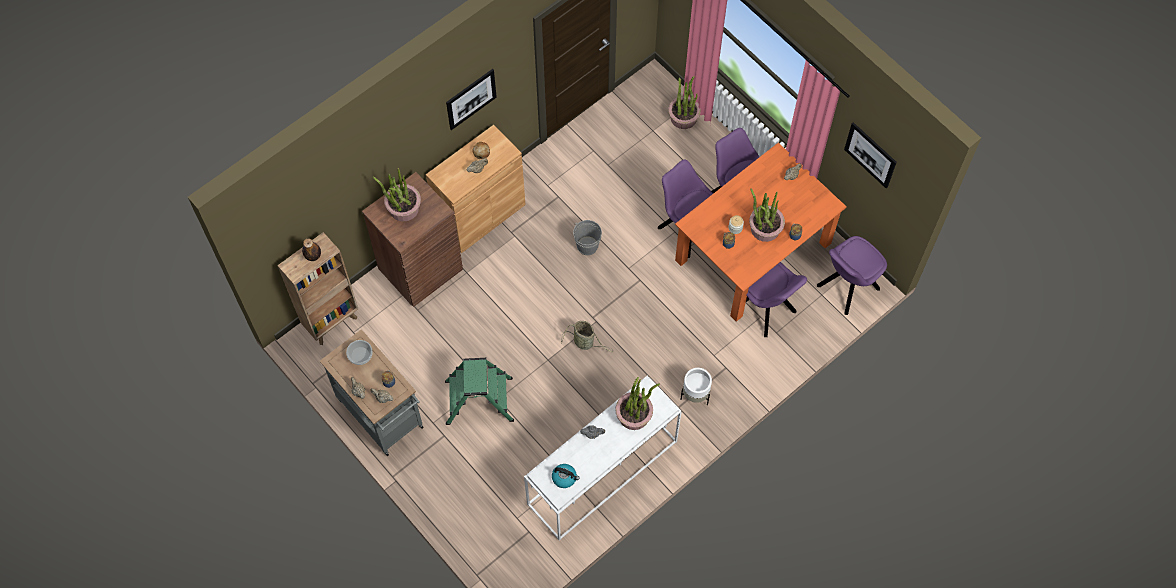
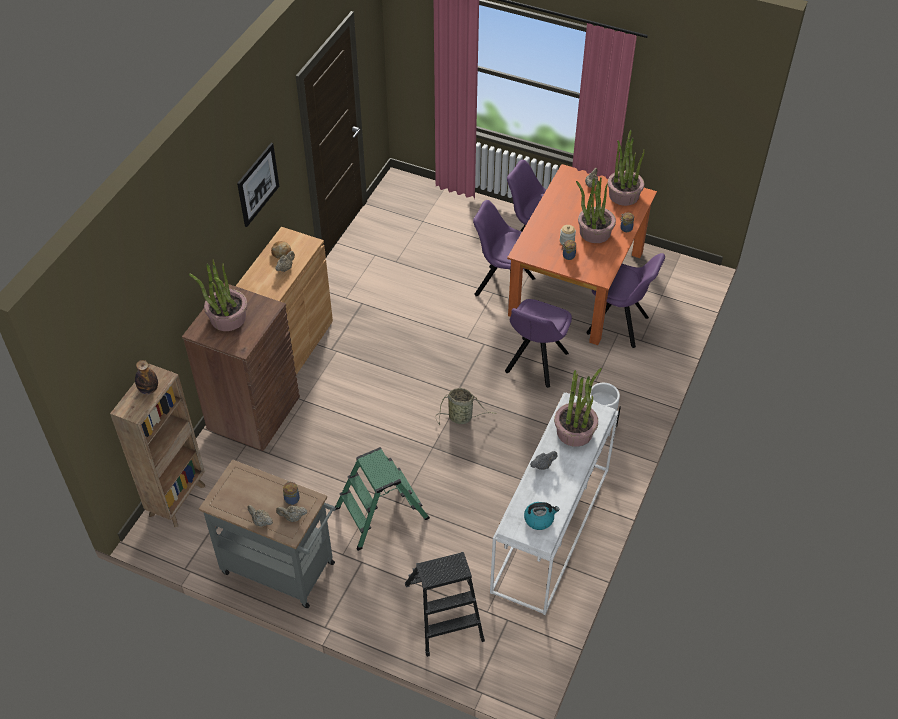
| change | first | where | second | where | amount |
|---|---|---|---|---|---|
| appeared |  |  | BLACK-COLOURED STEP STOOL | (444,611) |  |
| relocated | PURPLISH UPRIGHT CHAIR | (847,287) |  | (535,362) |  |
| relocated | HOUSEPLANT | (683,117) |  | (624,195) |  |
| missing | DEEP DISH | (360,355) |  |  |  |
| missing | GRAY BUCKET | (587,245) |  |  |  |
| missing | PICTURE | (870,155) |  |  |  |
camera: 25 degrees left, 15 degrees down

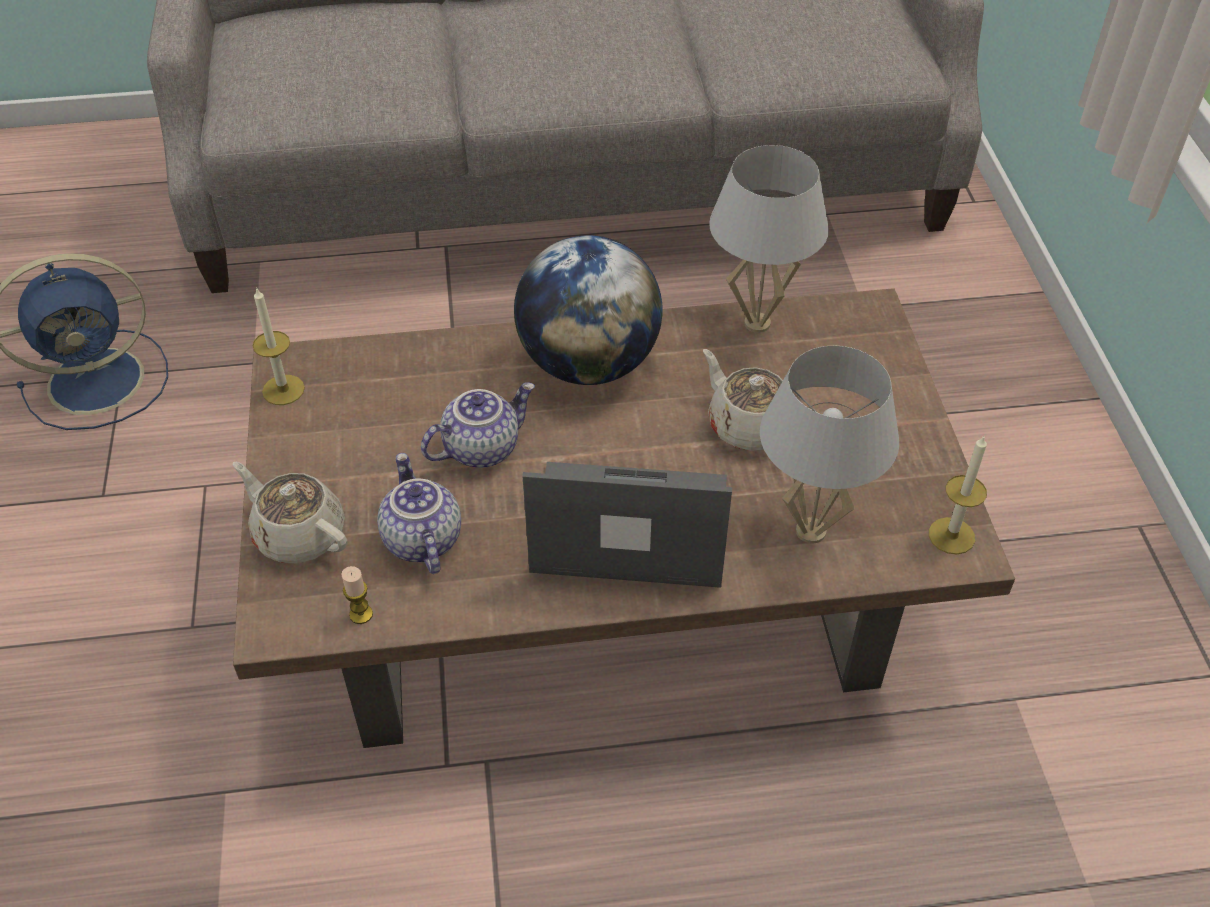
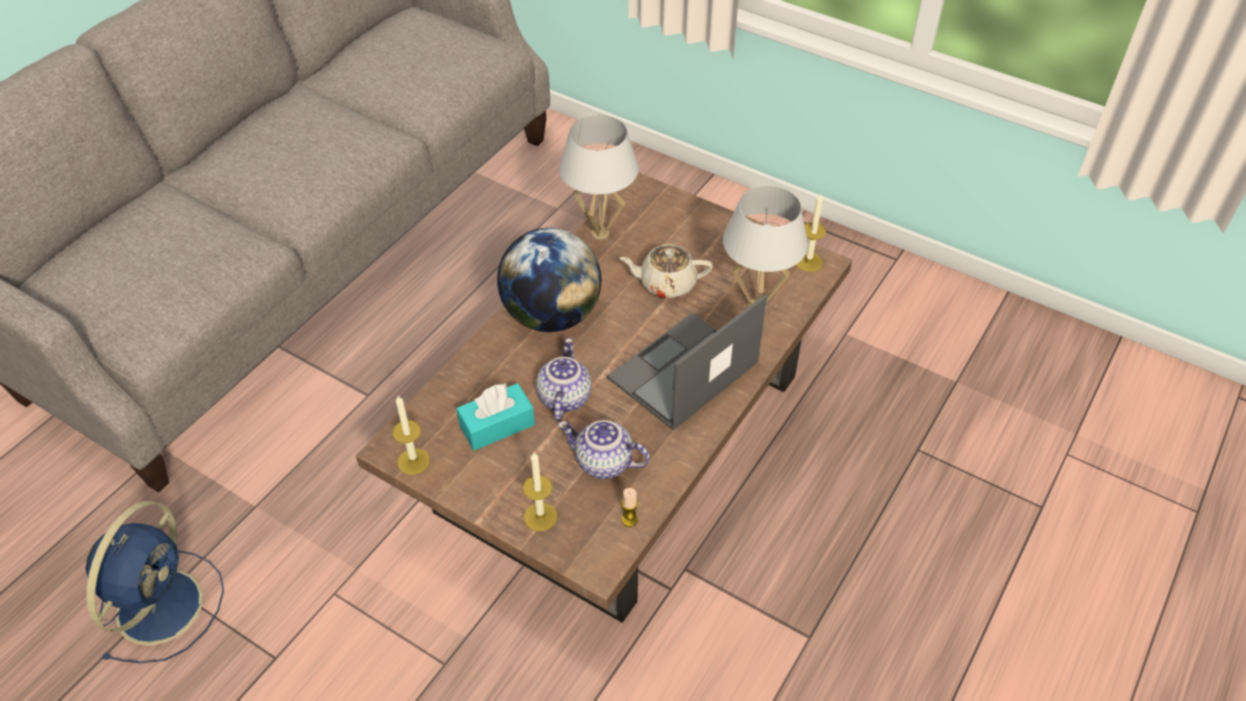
| change | first | where | second | where | amount |
|---|---|---|---|---|---|
| appeared |  |  | TURQUOISE BOX OF TISSUES | (497,425) |  |
| exchanged | SAND-COLOURED POT FOR TEA | (298,534) | WAX LIGHT | (540,516) |  |
camera: 50 degrees left, 0 degrees up

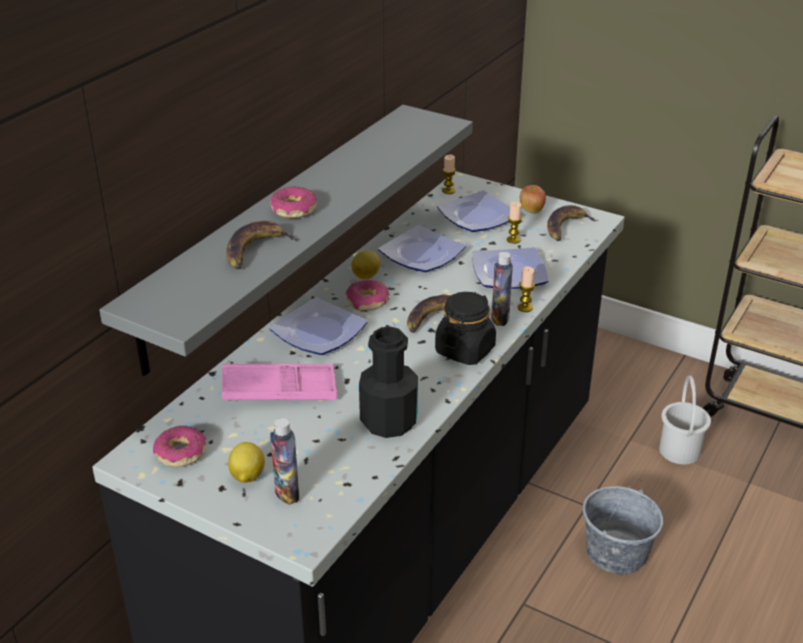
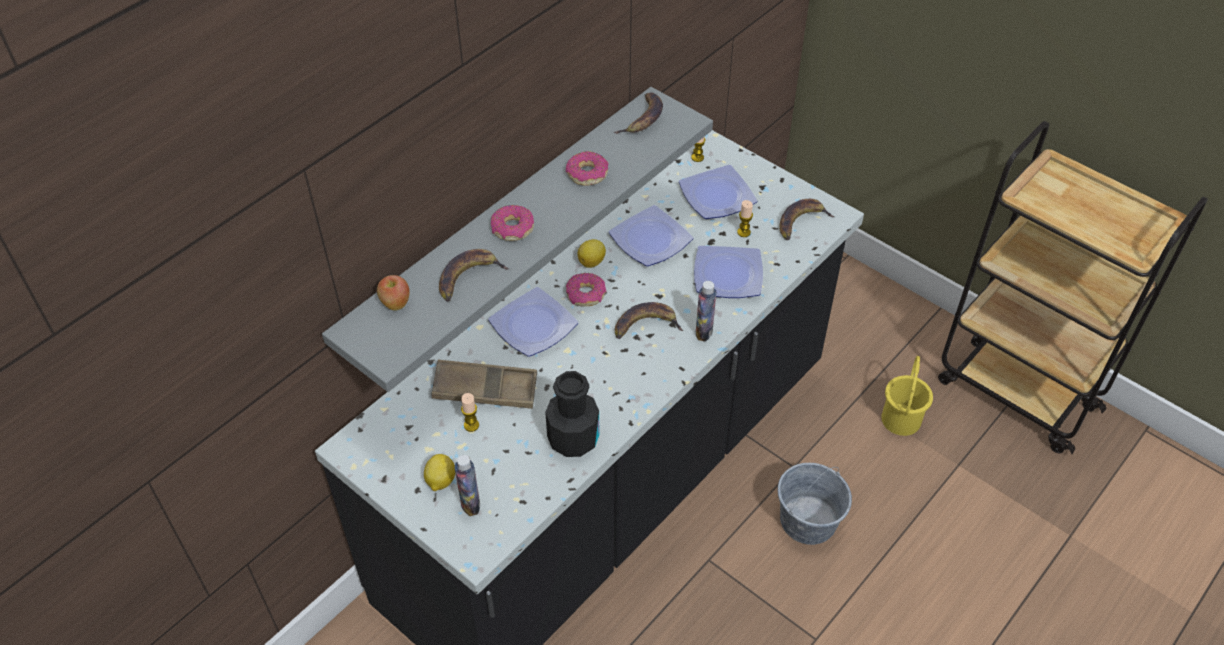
| change | first | where | second | where | amount |
|---|---|---|---|---|---|
| relocated | APPLE FRUIT | (531,211) |  | (395,304) |  |
| colour | PINKISH SERVING TRAY | (279,390) | BROWNISH SERVING TRAY | (485,389) |  |
| relocated | WAX LIGHT | (525,308) |  | (471,425) |  |
| relocated | DONUT | (181,453) |  | (587,174) |  |
| appeared |  |  | BANANA | (643,119) |  |
| colour | WHITE-COLOURED BUCKET | (680,450) | YELLOW-COLOURED BUCKET | (902,419) |  |
| missing | BLACK-COLOURED JAR | (465,350) |  |  |  |
camera: 10 degrees right, 15 degrees up

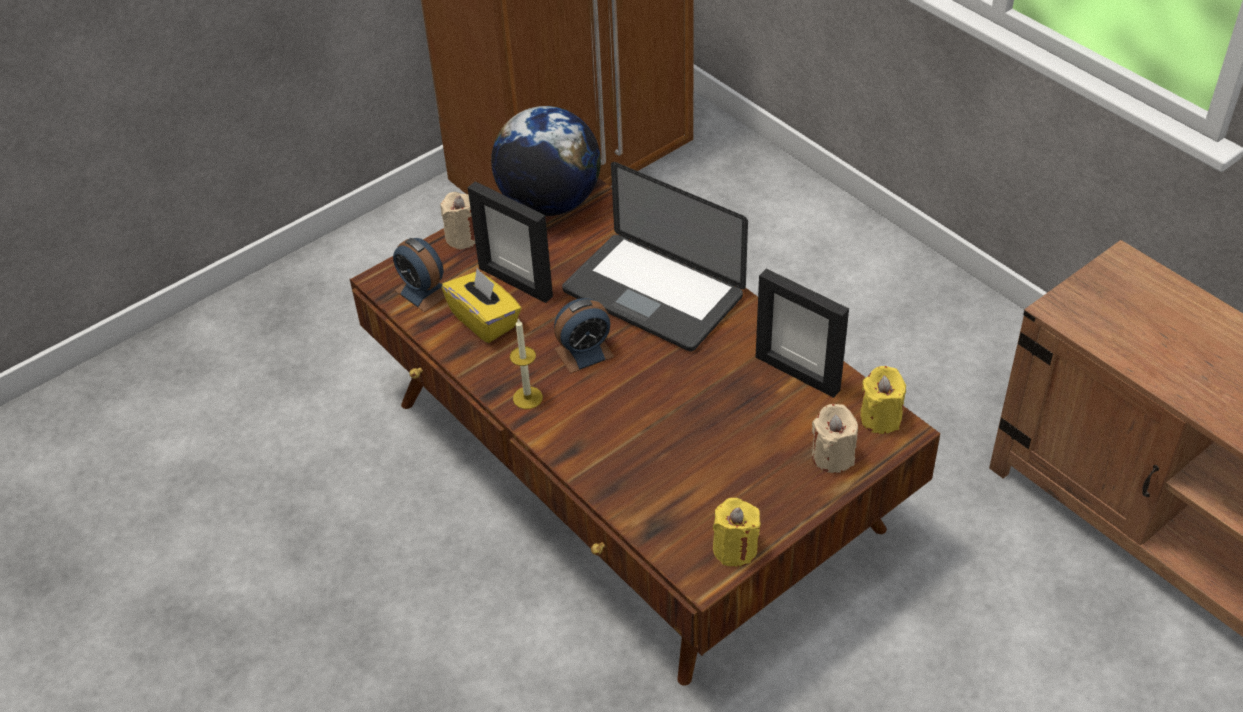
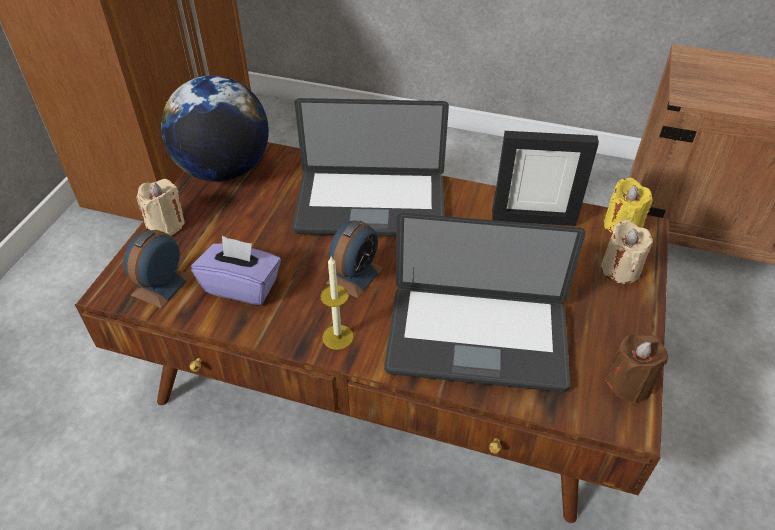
| change | first | where | second | where | amount |
|---|---|---|---|---|---|
| spun | BEDSIDE CLOCK | (423,291) |  | (161,285) | 105 degrees clockwise |
| colour | YELLOW-COLOURED BOX OF TISSUES | (485,320) | PURPLISH BOX OF TISSUES | (242,286) |  |
| appeared |  |  | PORTABLE COMPUTER | (477,339) |  |
| colour | YELLOW-COLOURED WAX LIGHT | (735,549) | BROWNISH WAX LIGHT | (629,383) |  |
| missing | PHOTO FRAME | (516,281) |  |  |  |
camera: 35 degrees left, 0 degrees up

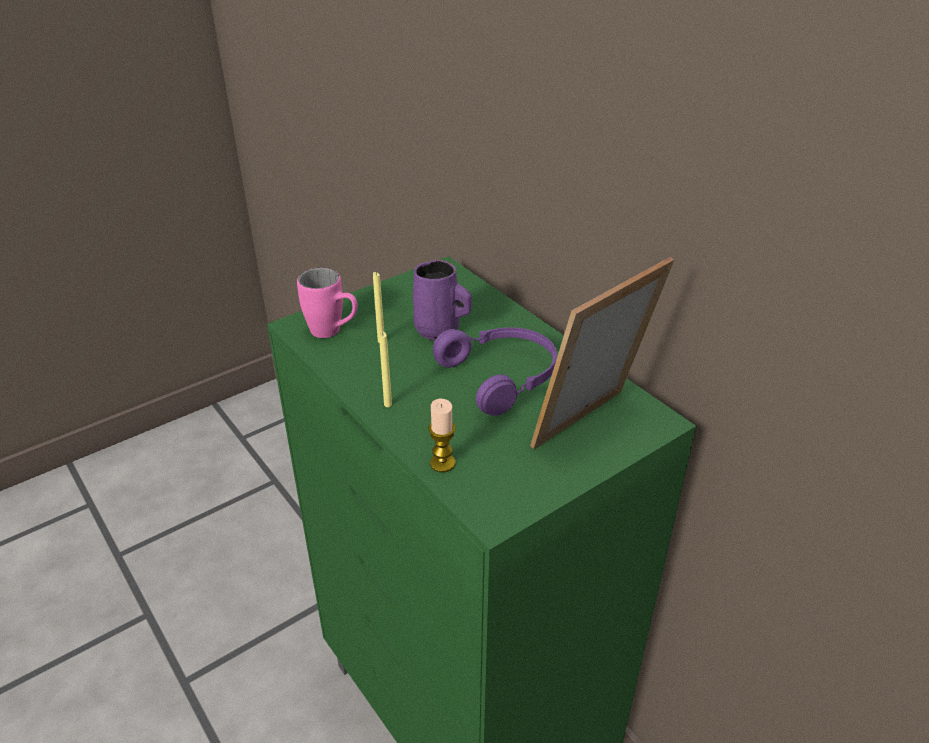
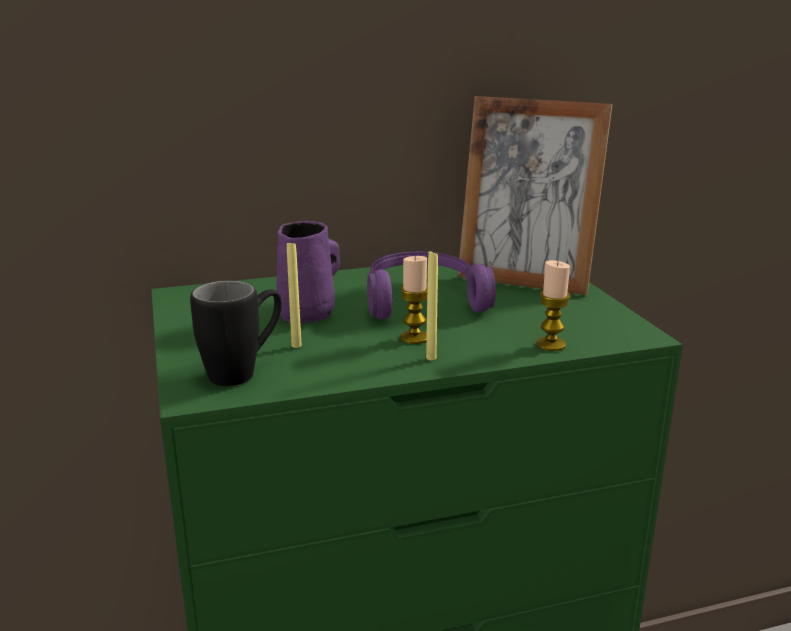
| change | first | where | second | where | amount |
|---|---|---|---|---|---|
| colour | PINKISH TEA MUG | (333,332) | BLACK-COLOURED TEA MUG | (244,371) |  |
| appeared |  |  | WAX LIGHT | (414,338) |  |
| spun | PHOTO FRAME | (590,427) |  | (525,280) | 45 degrees counterclockwise |
camera: 70 degrees left, 15 degrees down

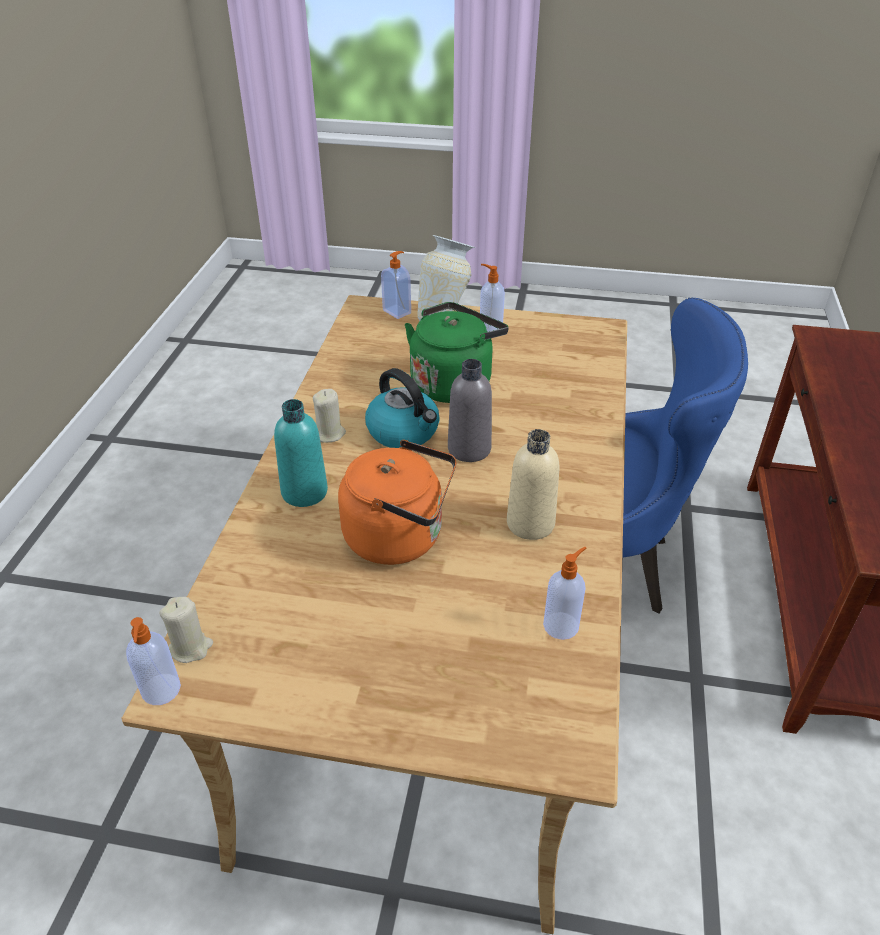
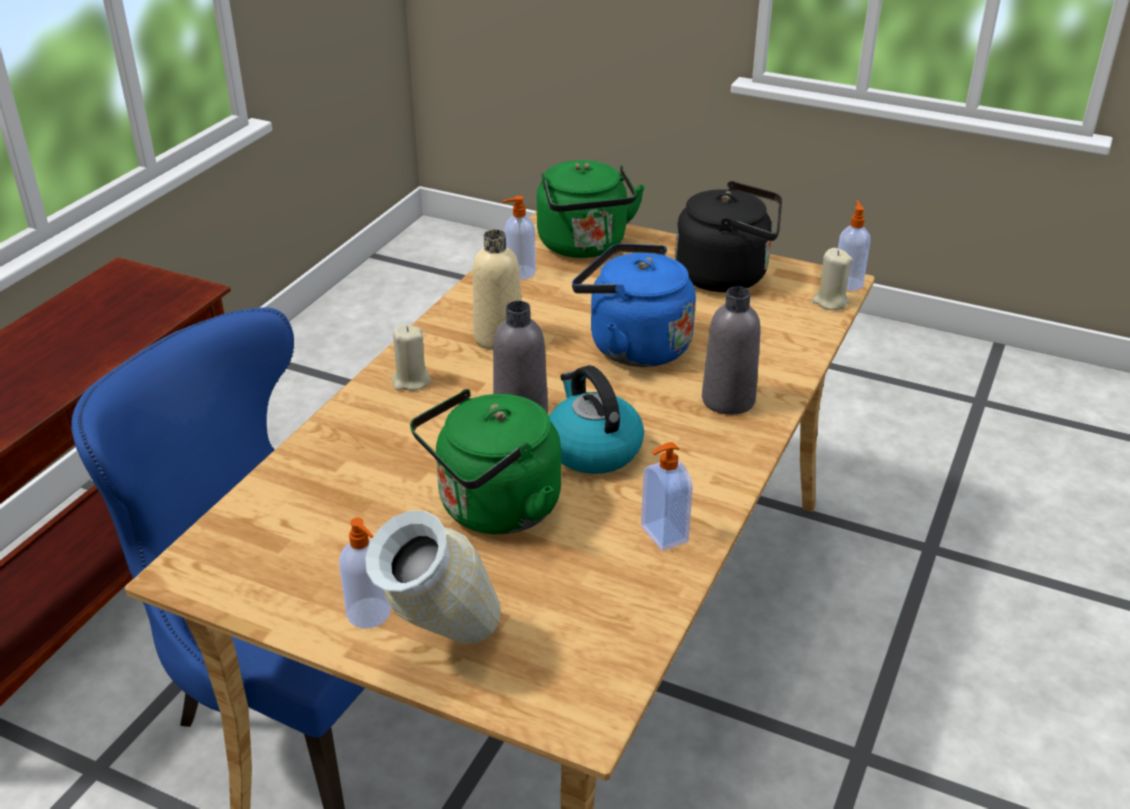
| change | first | where | second | where | amount |
|---|---|---|---|---|---|
| relocated | SAND-COLOURED WAX LIGHT | (330,434) |  | (411,381) |  |
| appeared |  |  | GREEN KETTLE | (584,246) |  |
| colour | ORANGE KETTLE | (400,537) | BLUE KETTLE | (633,346) |  |
| relocated | SOAP BOTTLE | (397,311) |  | (662,535) |  |
| appeared |  |  | BLACK-COLOURED KETTLE | (727,276) |  |
| colour | TURQUOISE DRINK BOTTLE | (304,492) | GRAY DRINK BOTTLE | (728,400) |  |
camera: 165 degrees left, 5 degrees down

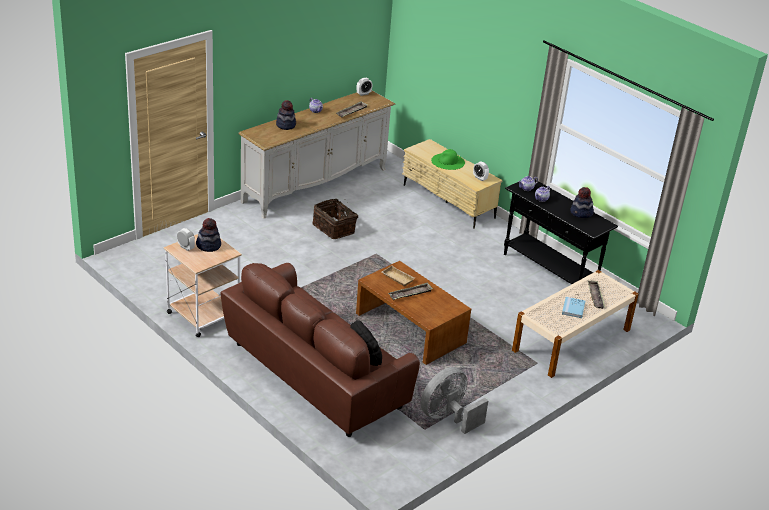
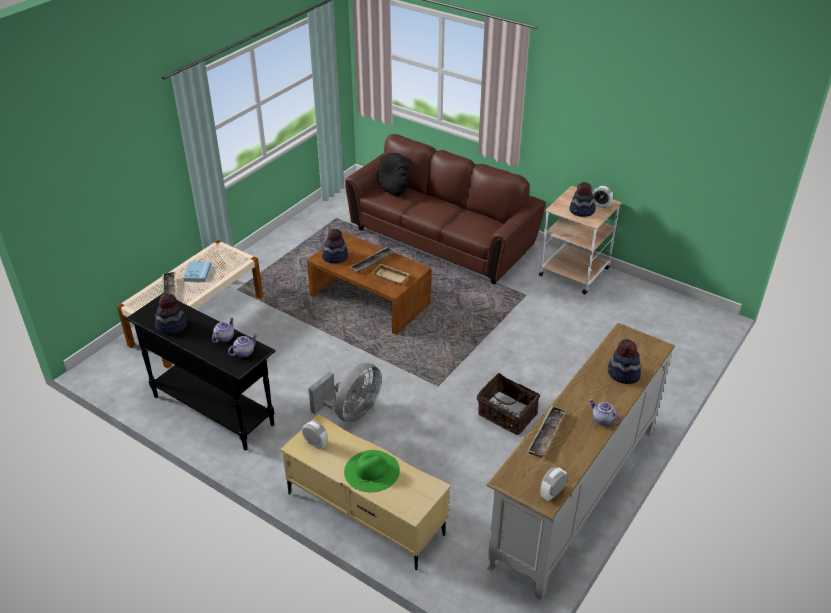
| change | first | where | second | where | amount |
|---|---|---|---|---|---|
| relocated | GRAY COOLING FAN | (448,417) |  | (351,412) |  |
| appeared |  |  | HAT | (335,257) |  |
camera: 170 degrees right, 5 degrees up

